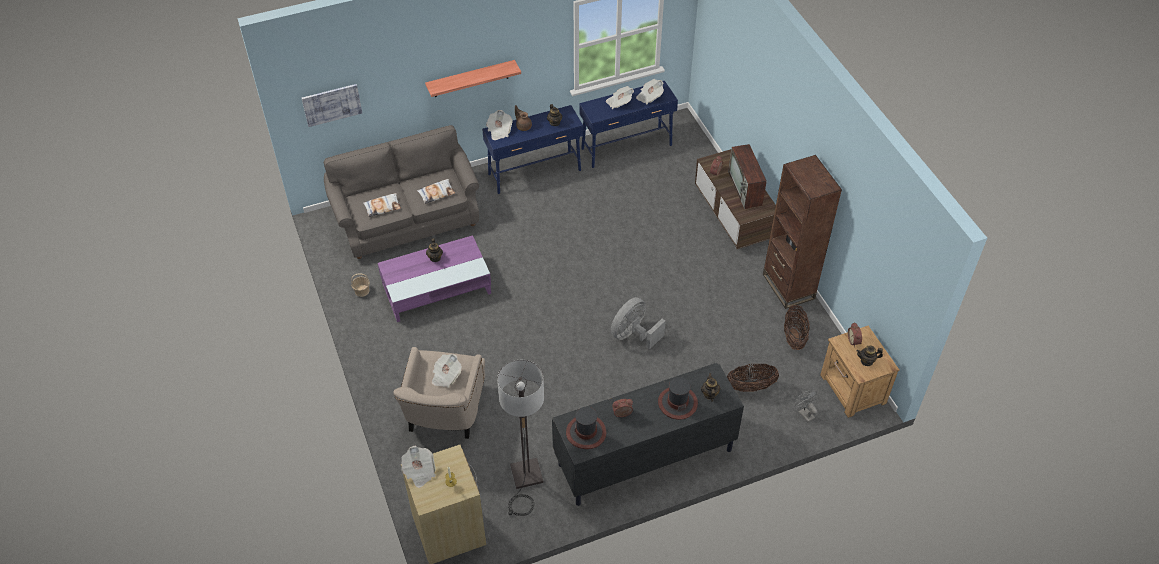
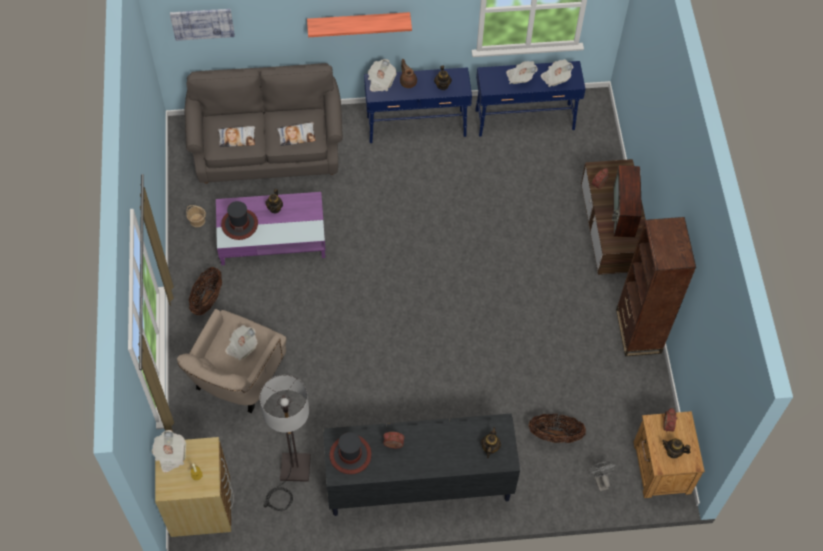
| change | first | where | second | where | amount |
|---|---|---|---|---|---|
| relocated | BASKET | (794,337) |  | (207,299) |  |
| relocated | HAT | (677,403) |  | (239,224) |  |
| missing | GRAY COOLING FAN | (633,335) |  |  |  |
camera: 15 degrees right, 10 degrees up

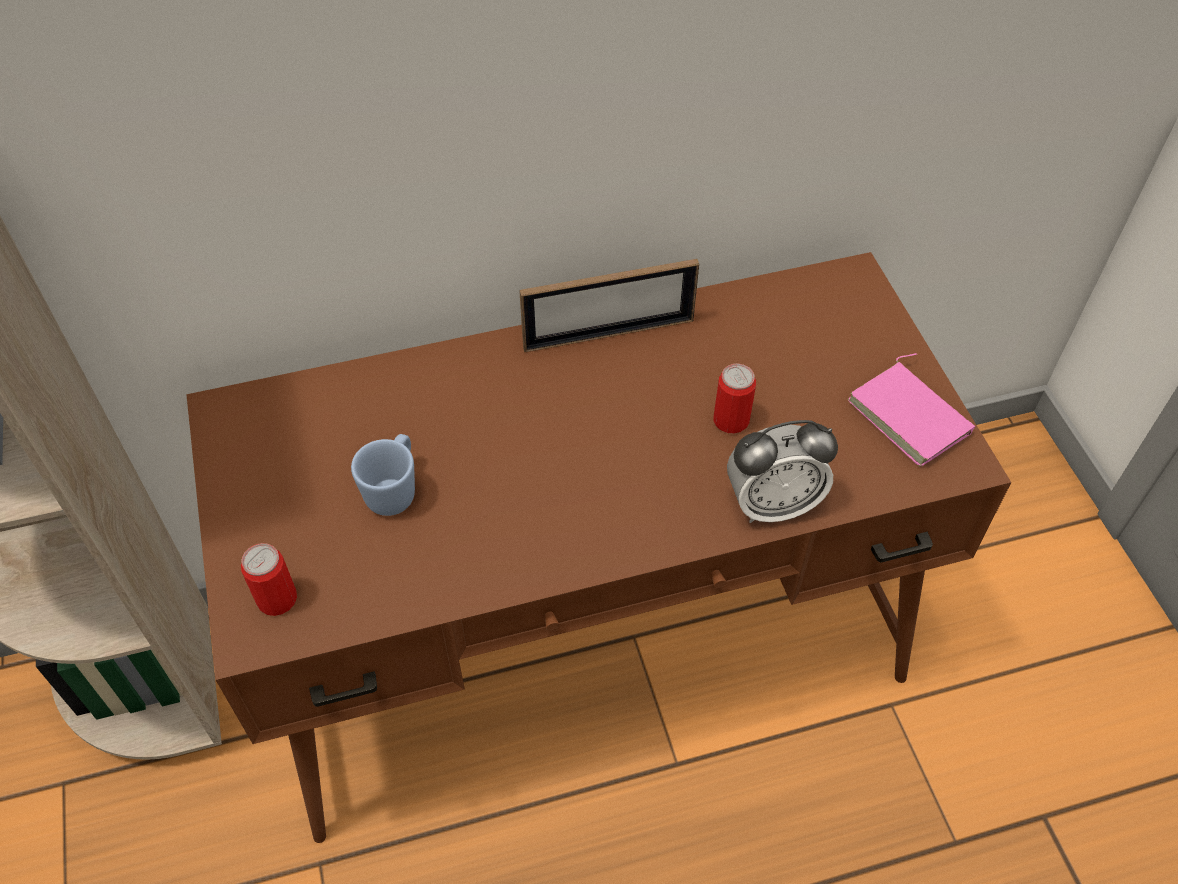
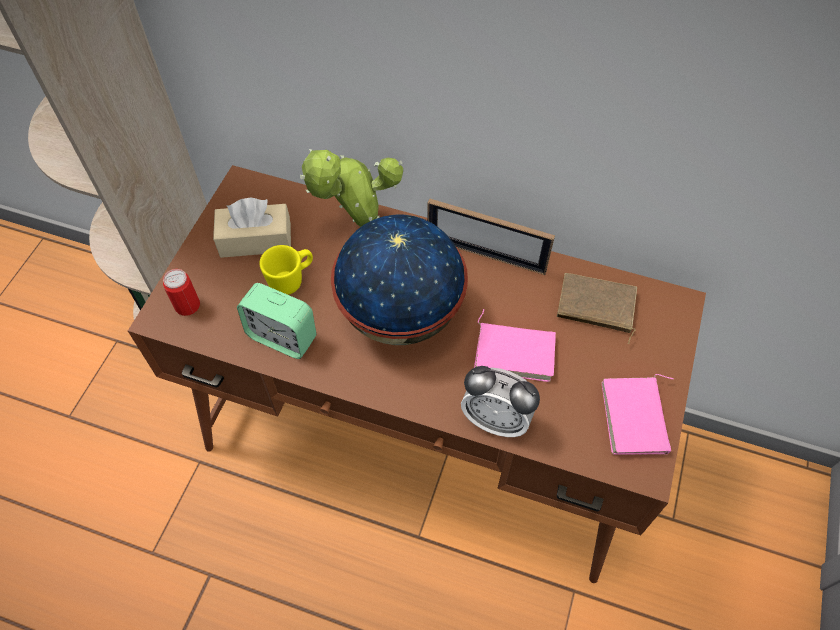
| change | first | where | second | where | amount |
|---|---|---|---|---|---|
| appeared |  |  | SAND-COLOURED BOX OF TISSUES | (255,240) |  |
| appeared |  |  | BEDSIDE CLOCK | (282,337) |  |
| colour | BLUE TEA MUG | (394,490) | YELLOW-COLOURED TEA MUG | (291,280) |  |
| appeared |  |  | HOUSEPLANT | (358,224) |  |
| appeared |  |  | DESK GLOBE | (401,315) |  |
| exchanged | SEALED CAN | (731,420) | PINKISH BOUND BOOK | (515,351) |  |
| appeared |  |  | BROWNISH BOUND BOOK | (595,307) |  |
camera: 35 degrees right, 5 degrees up

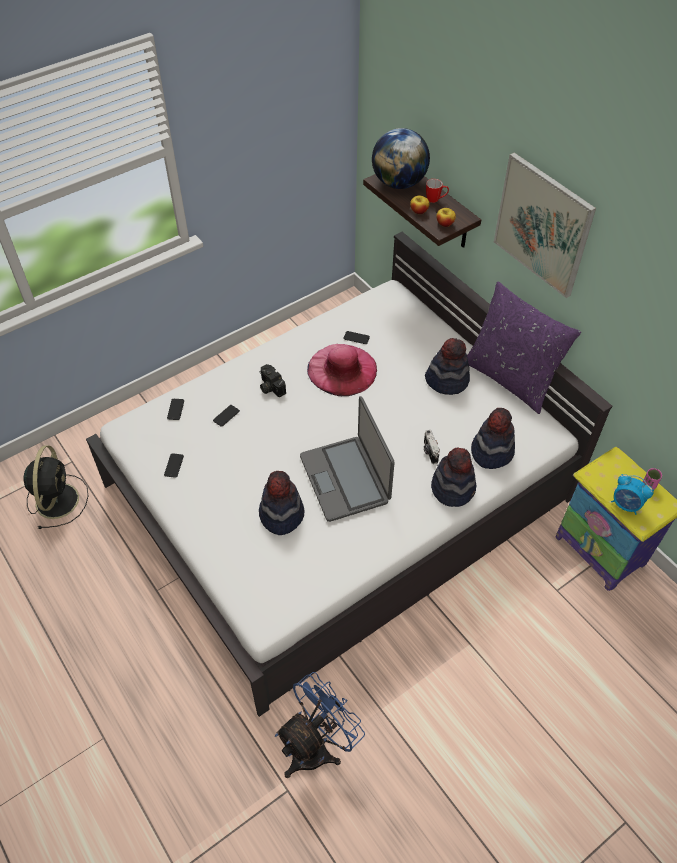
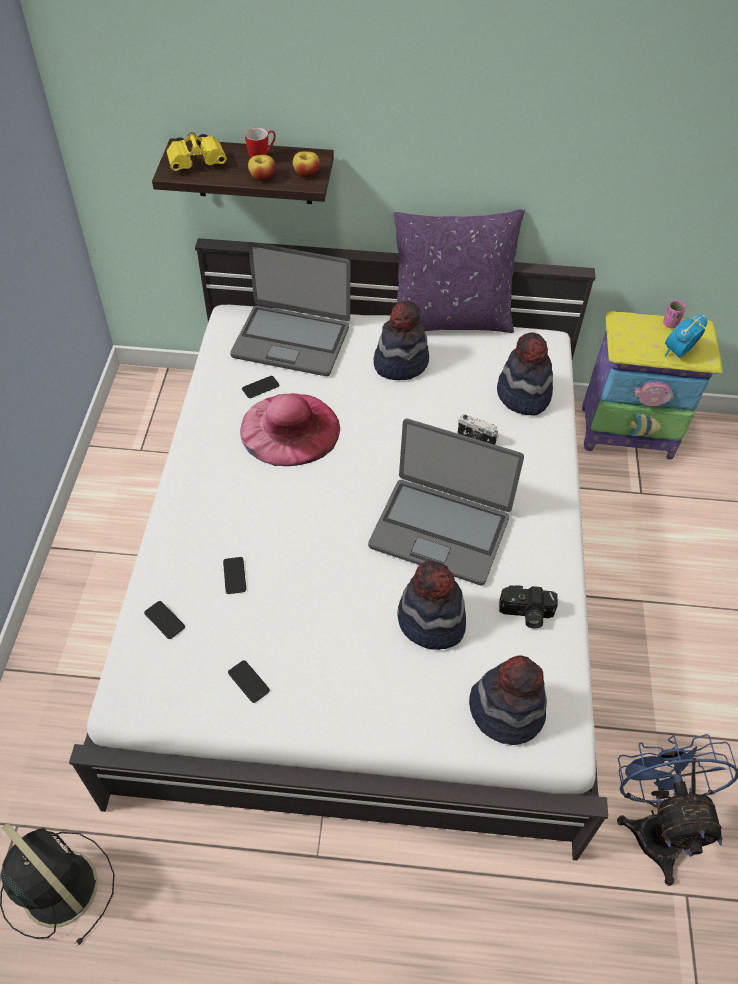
| change | first | where | second | where | amount |
|---|---|---|---|---|---|
| exchanged | DESK GLOBE | (399,183) | YELLOW-COLOURED BINOCULARS | (198,162) |  |
| appeared |  |  | PORTABLE COMPUTER | (291,340) |  |
| relocated | HAT | (453,488) |  | (506,711) |  |
| relocated | PHOTO CAMERA | (270,387) |  | (526,614) |  |
| spun | BEDSIDE CLOCK | (626,505) |  | (678,352) | 150 degrees clockwise |
| missing | PICTURE | (542,225) |  |  |  |
camera: 50 degrees left, 0 degrees up

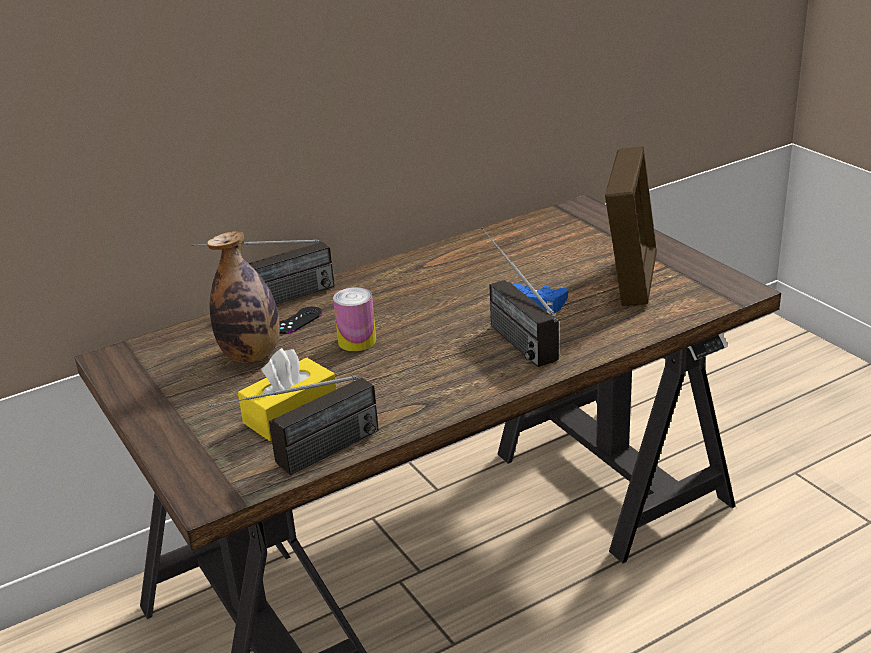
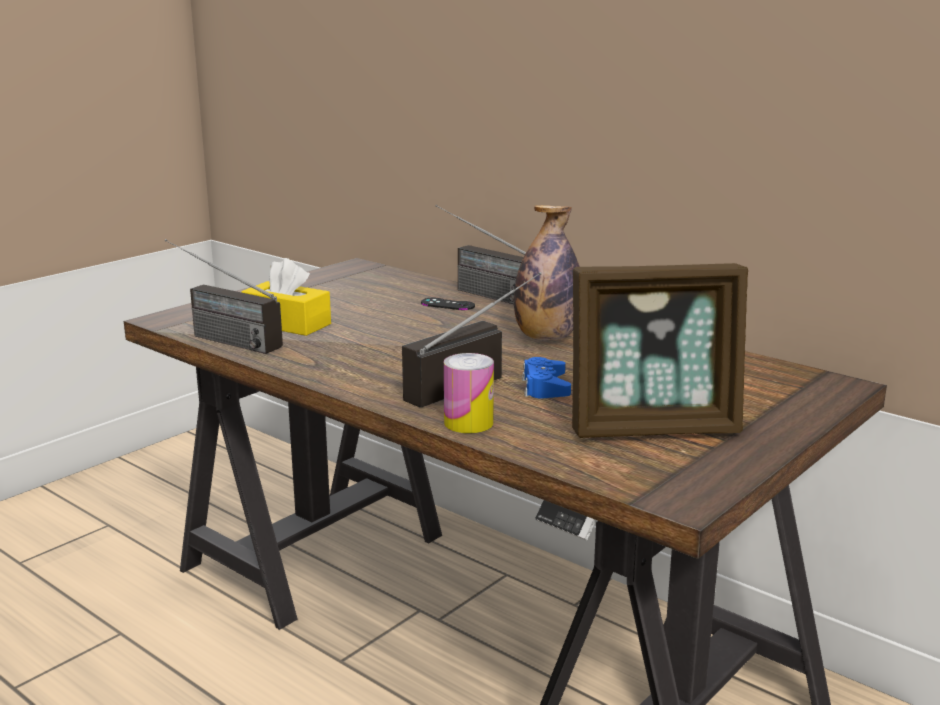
| change | first | where | second | where | amount |
|---|---|---|---|---|---|
| relocated | SEALED CAN | (357,341) |  | (468,423) |  |
| relocated | DRINK BOTTLE | (251,355) |  | (546,337) |  |
camera: 70 degrees right, 10 degrees down

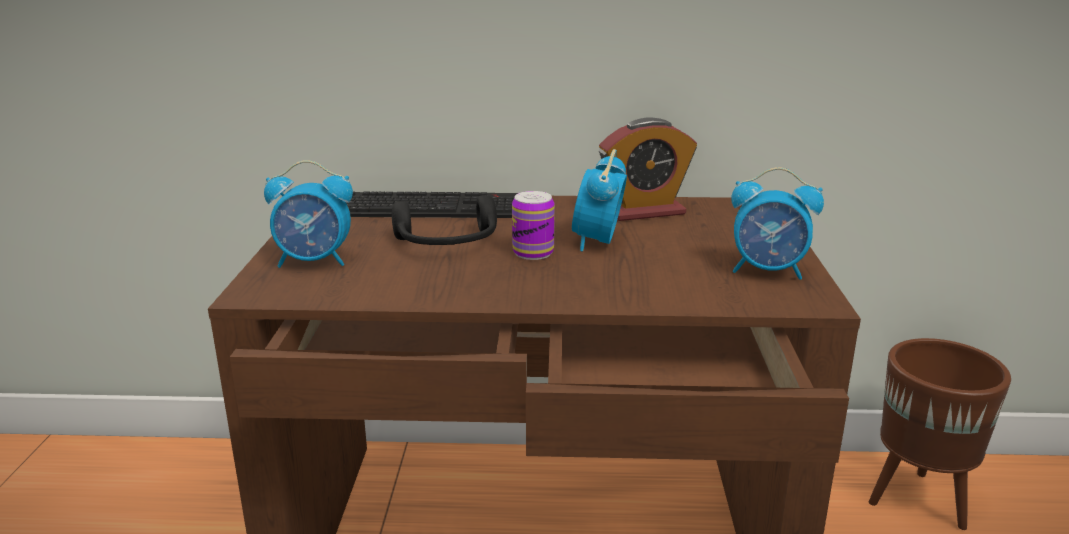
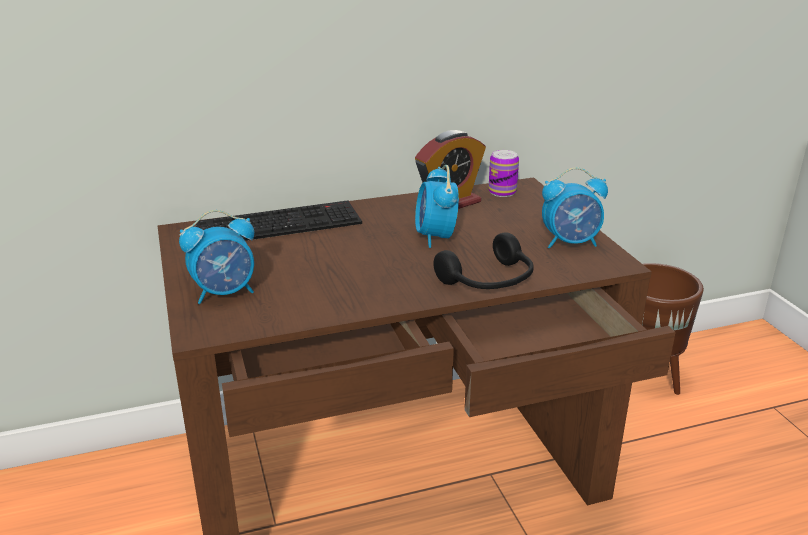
| change | first | where | second | where | amount |
|---|---|---|---|---|---|
| relocated | BLACK-COLOURED HEADPHONES | (448,243) |  | (489,281) |  |
| relocated | SEALED CAN | (533,252) |  | (502,192) |  |
camera: 20 degrees left, 5 degrees up

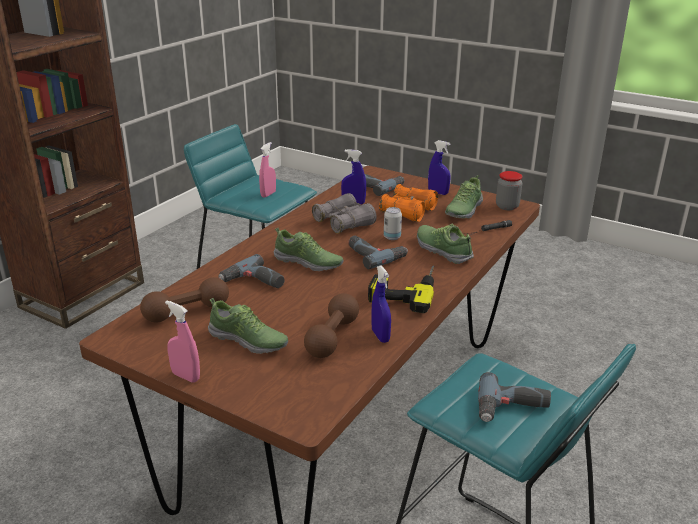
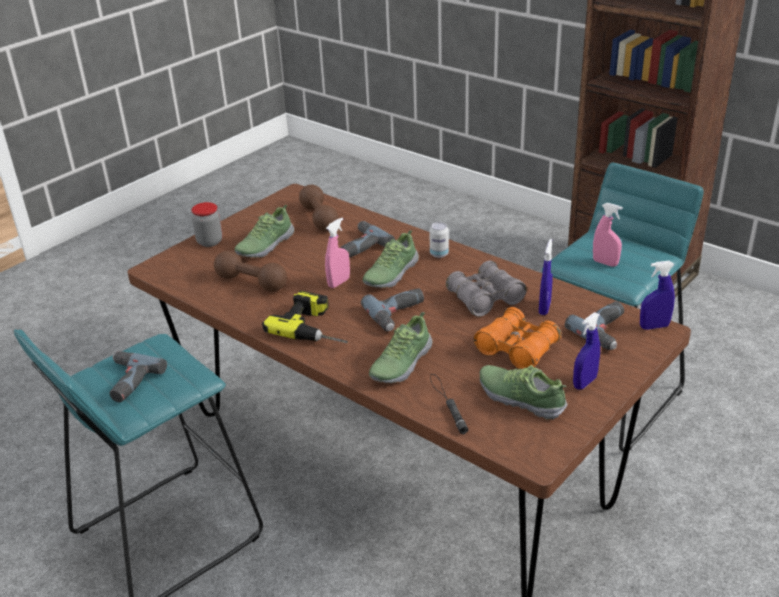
| change | first | where | second | where | amount |
|---|---|---|---|---|---|
| relocated | JAR | (507,206) |  | (210,242) |  |
| relocated | PINKISH SPRAYER | (185,376) |  | (339,282) |  |
| spun | LOW SHOE | (443,250) |  | (400,363) | 150 degrees clockwise |
| relocated | SEALED CAN | (392,237) |  | (439,254) |  |
| relocated | BLUE SPRAYER | (380,336) |  | (654,326) |  |
camera: 100 degrees right, 5 degrees up

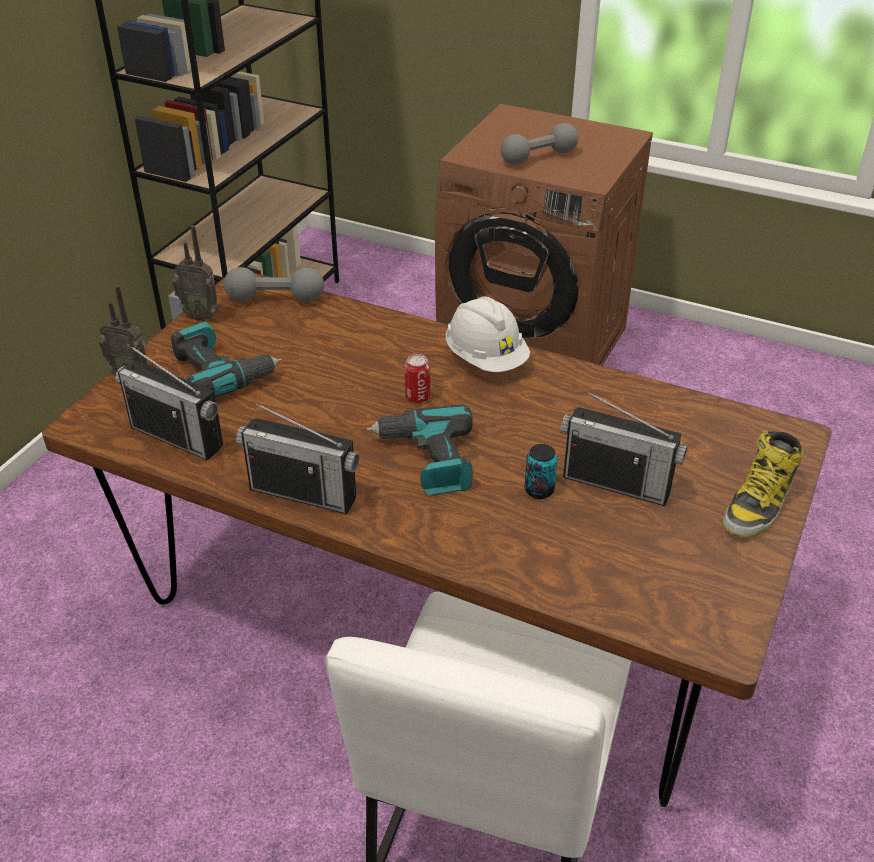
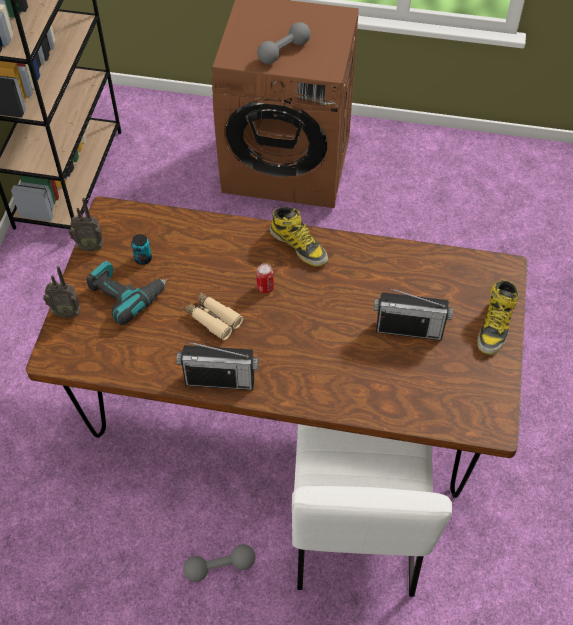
| change | first | where | second | where | amount |
|---|---|---|---|---|---|
| relocated | SEALED CAN | (539,490) |  | (143,259) |  |
| relocated | GRAY DUMBBELL | (275,299) |  | (220,567) |  |
| appeared |  |  | SAND-COLOURED BINOCULARS | (213,319) |  |
| exchanged | WHITE-COLOURED WORK HELMET | (486,359) | TALL BOOT | (299,245) |  |
| missing | RADIO | (177,437) |  |  |  |
| missing | ELECTRIC DRILL | (427,460) |  |  |  |
camera: 15 degrees left, 15 degrees up

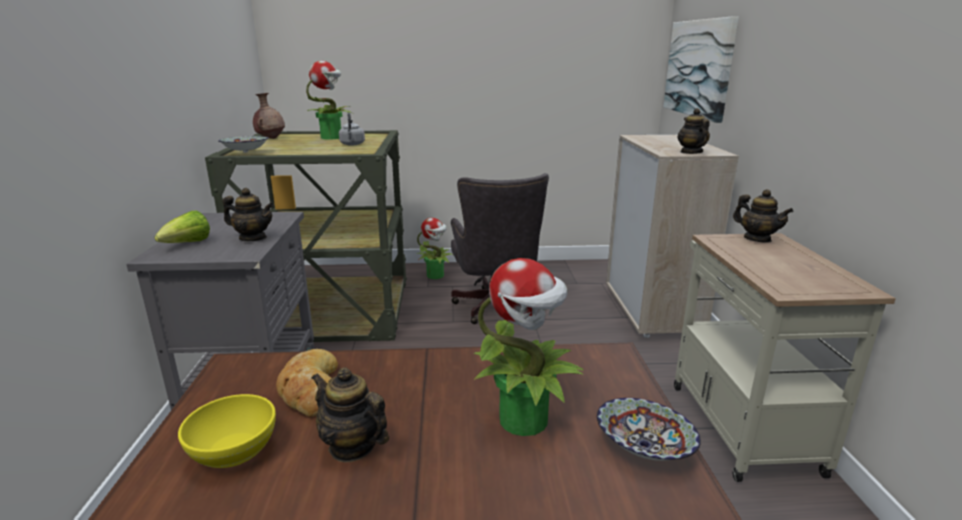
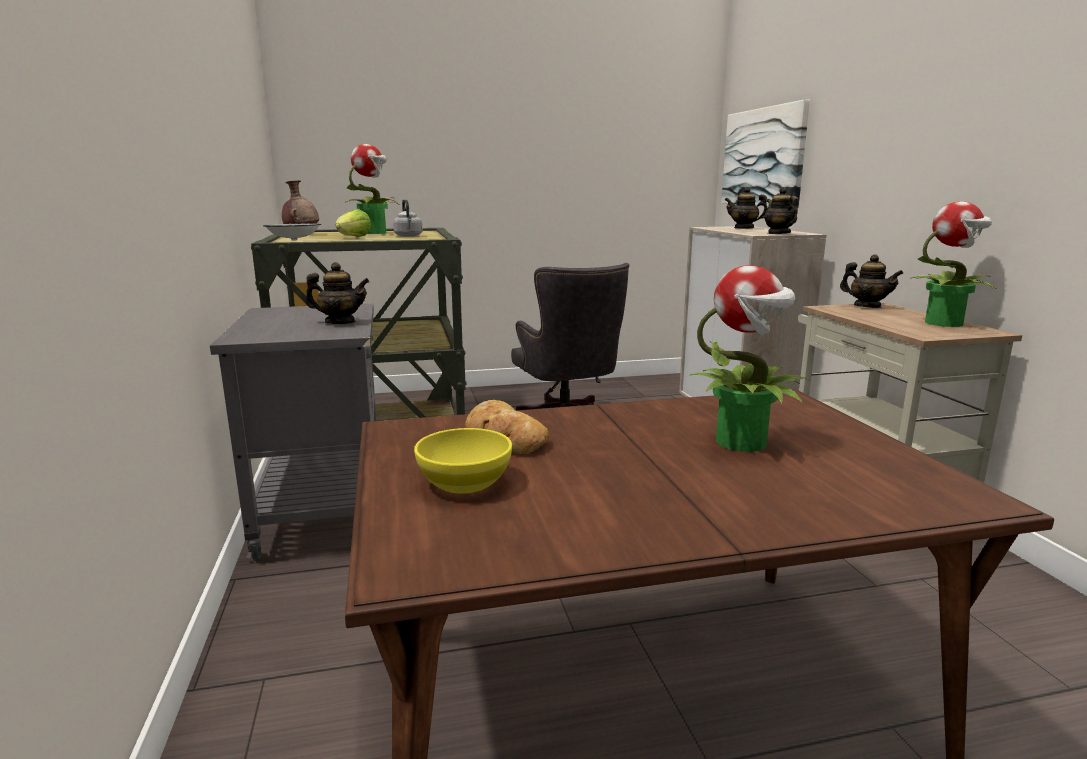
| change | first | where | second | where | amount |
|---|---|---|---|---|---|
| relocated | LETTUCE | (187,244) |  | (353,237) |  |
| relocated | POT FOR TEA | (352,446) |  | (744,228) |  |
| relocated | HOUSEPLANT | (436,275) |  | (944,323) |  |
| missing | DEEP DISH | (644,448) |  |  |  |
camera: 10 degrees left, 5 degrees down

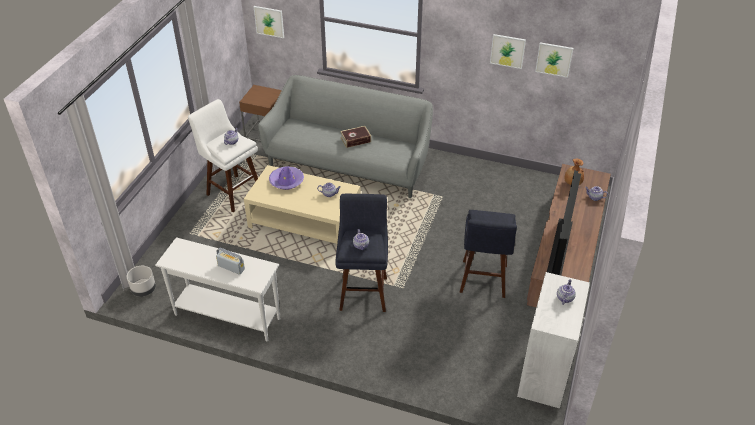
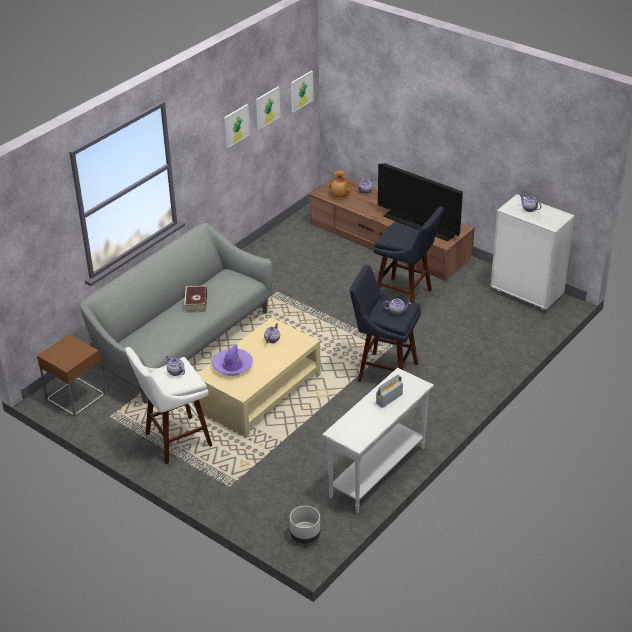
| change | first | where | second | where | amount |
|---|---|---|---|---|---|
| relocated | PICTURE | (269,21) |  | (301,91) |  |
camera: 70 degrees left, 5 degrees down

